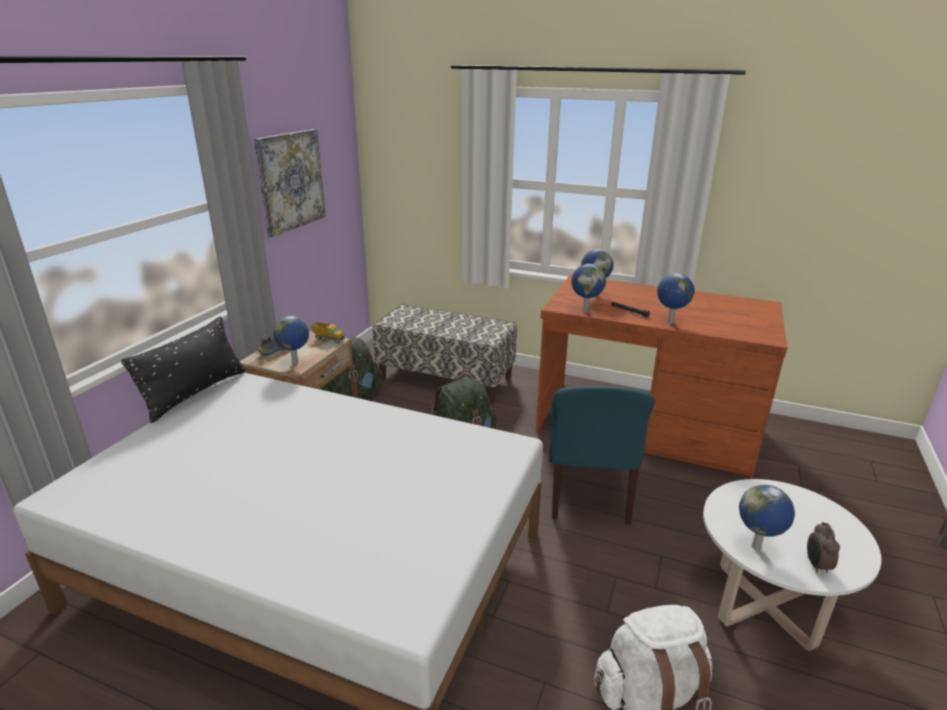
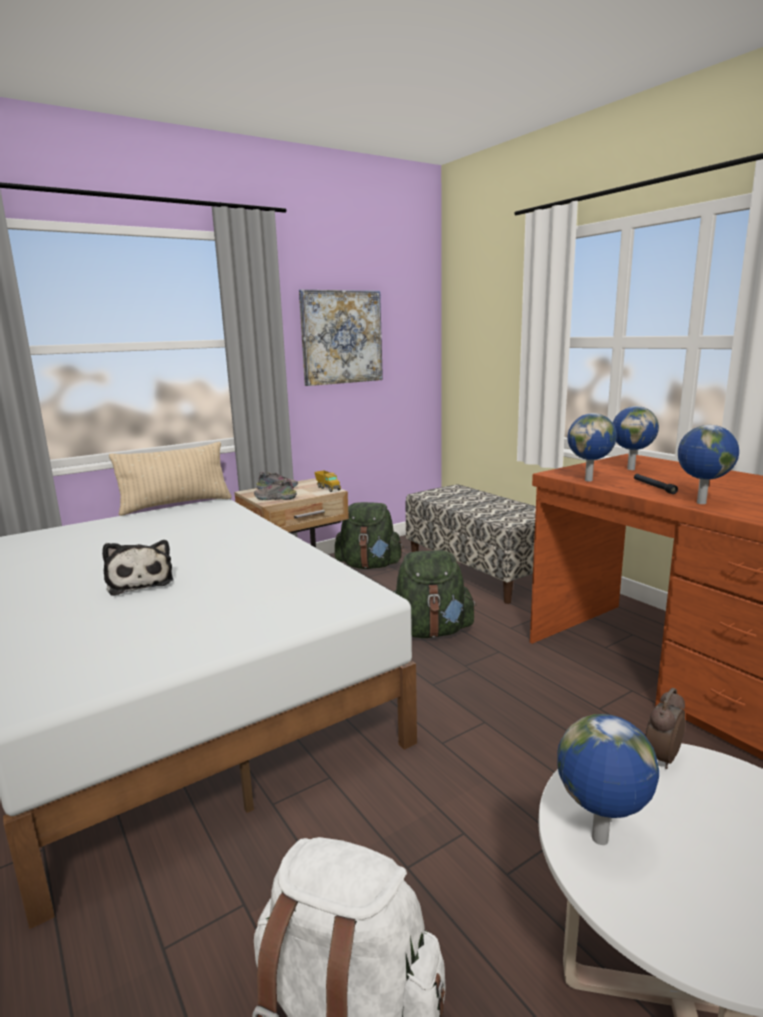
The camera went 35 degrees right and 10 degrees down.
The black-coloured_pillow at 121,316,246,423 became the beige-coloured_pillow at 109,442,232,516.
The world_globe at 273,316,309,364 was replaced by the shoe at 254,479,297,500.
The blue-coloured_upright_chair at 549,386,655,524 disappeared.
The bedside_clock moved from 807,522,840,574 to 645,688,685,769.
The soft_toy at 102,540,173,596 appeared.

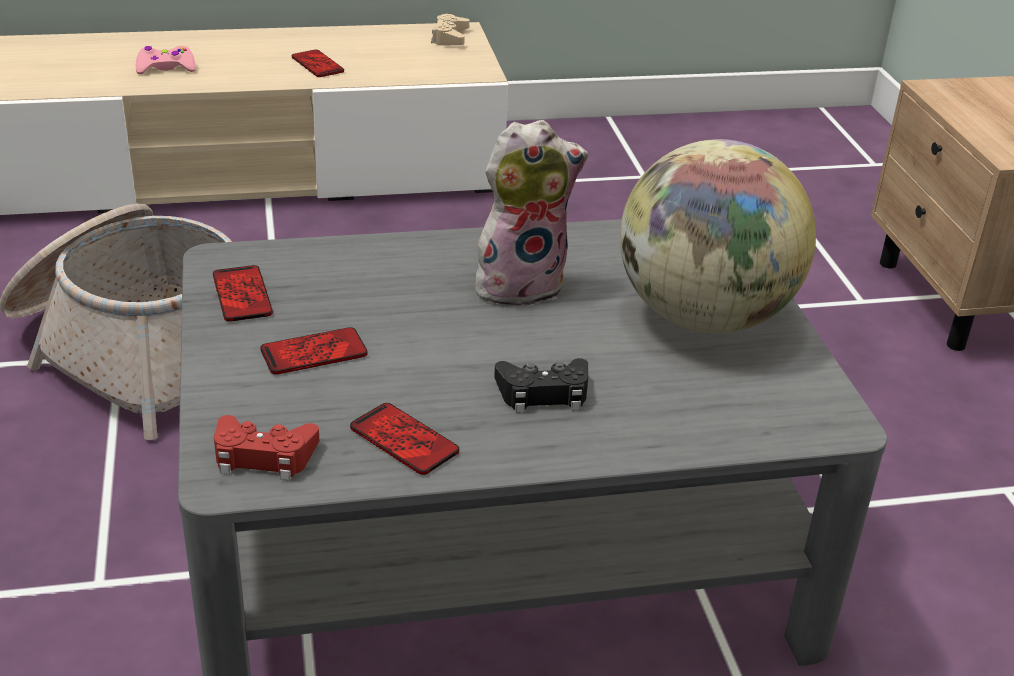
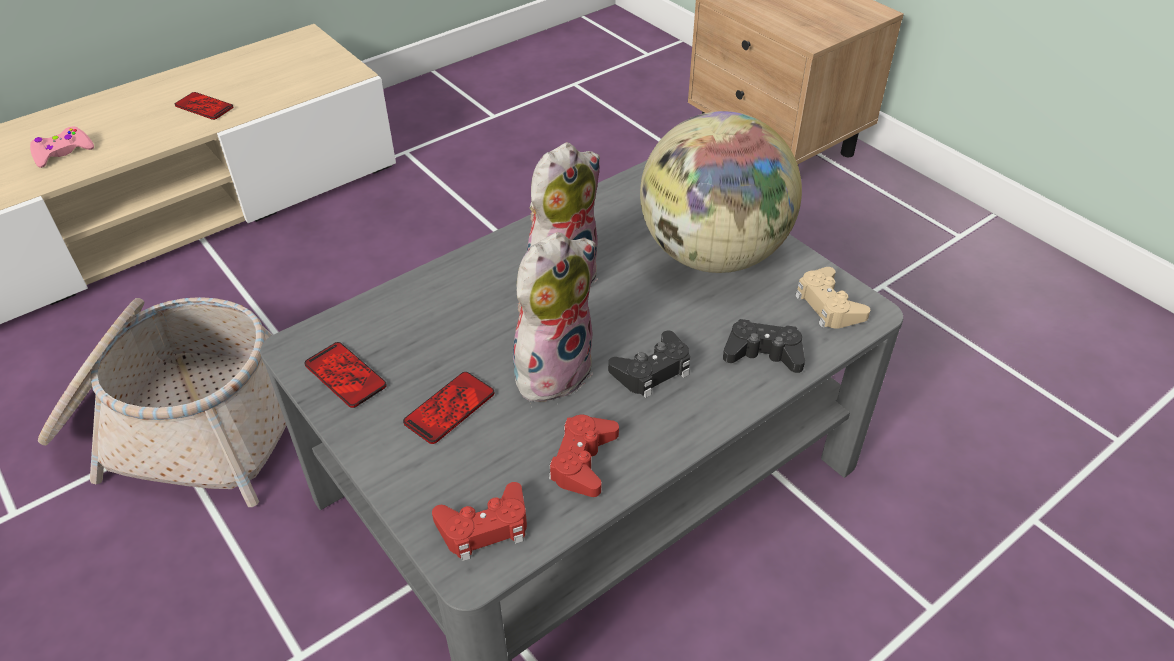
The camera went 25 degrees left and 10 degrees up.
The beige-coloured_joypad moved from 431,14,469,46 to 795,267,870,329.
The handset at 350,403,459,475 was replaced by the red-coloured_joypad at 549,415,619,497.
The soft_toy at 513,232,595,402 appeared.
The black-coloured_joypad at 723,319,805,373 appeared.

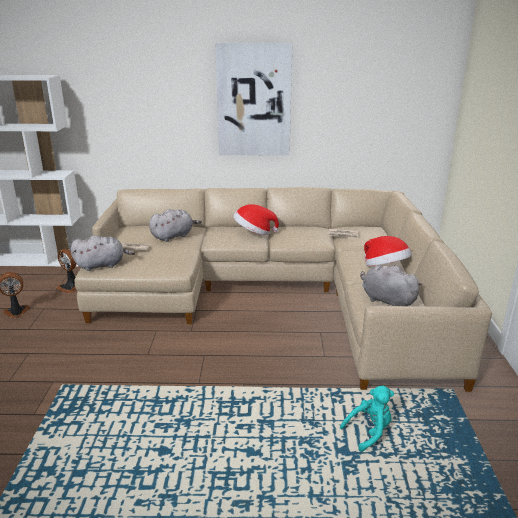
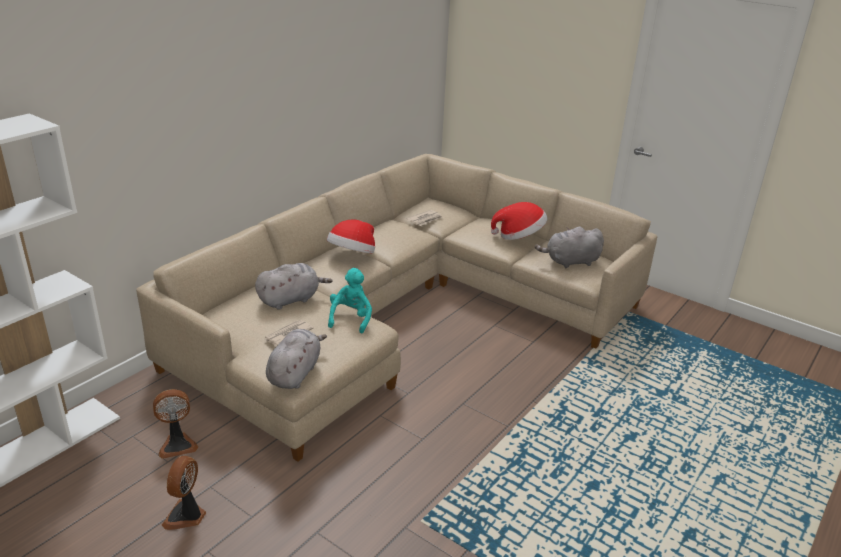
The camera went 55 degrees left and 5 degrees up.
The picture at 215,43,293,156 disappeared.
The gray_soft_toy at 149,209,202,242 turned 60 degrees clockwise.
The blue-green_soft_toy moved from 340,386,394,452 to 328,268,372,333.

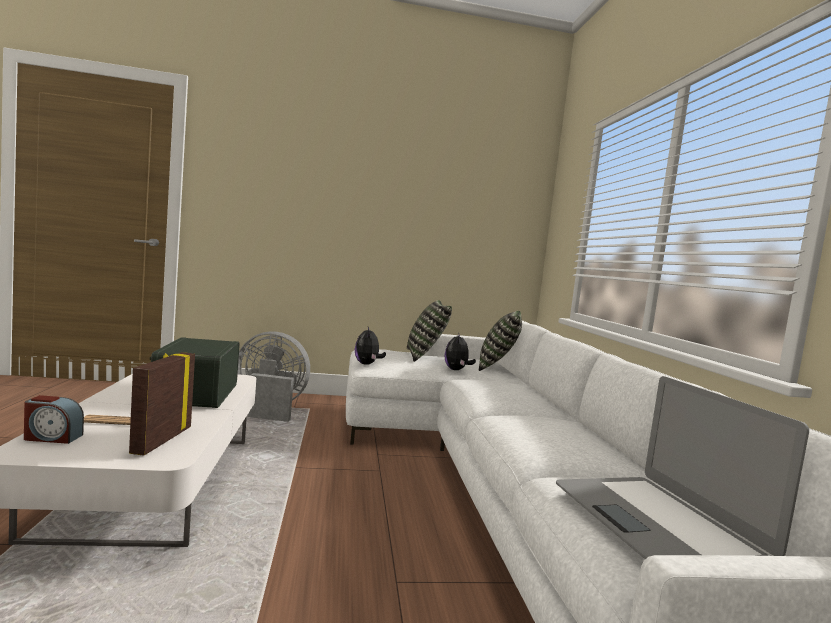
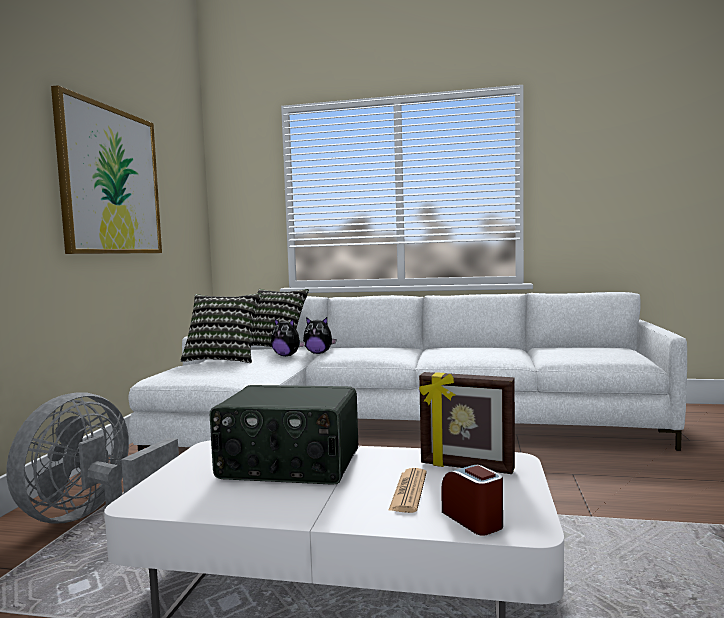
The camera went 70 degrees left and 0 degrees up.
The soft_toy moved from 355,327,386,365 to 303,317,336,354.
The notebook_computer at 556,376,809,559 disappeared.
The bedside_clock at 24,395,84,444 turned 45 degrees counterclockwise.
The picture at 51,85,162,254 appeared.

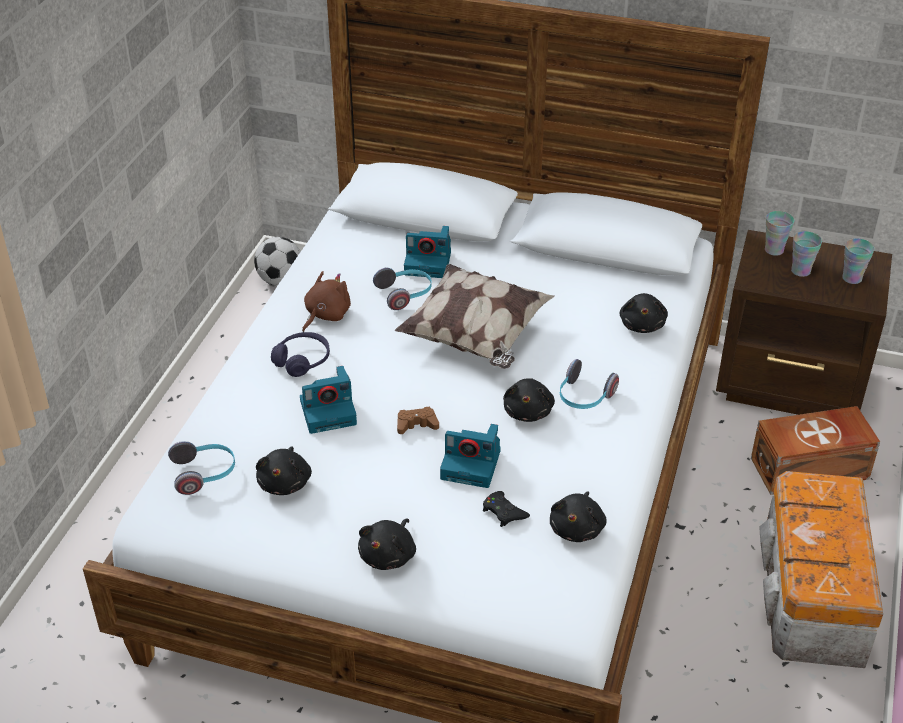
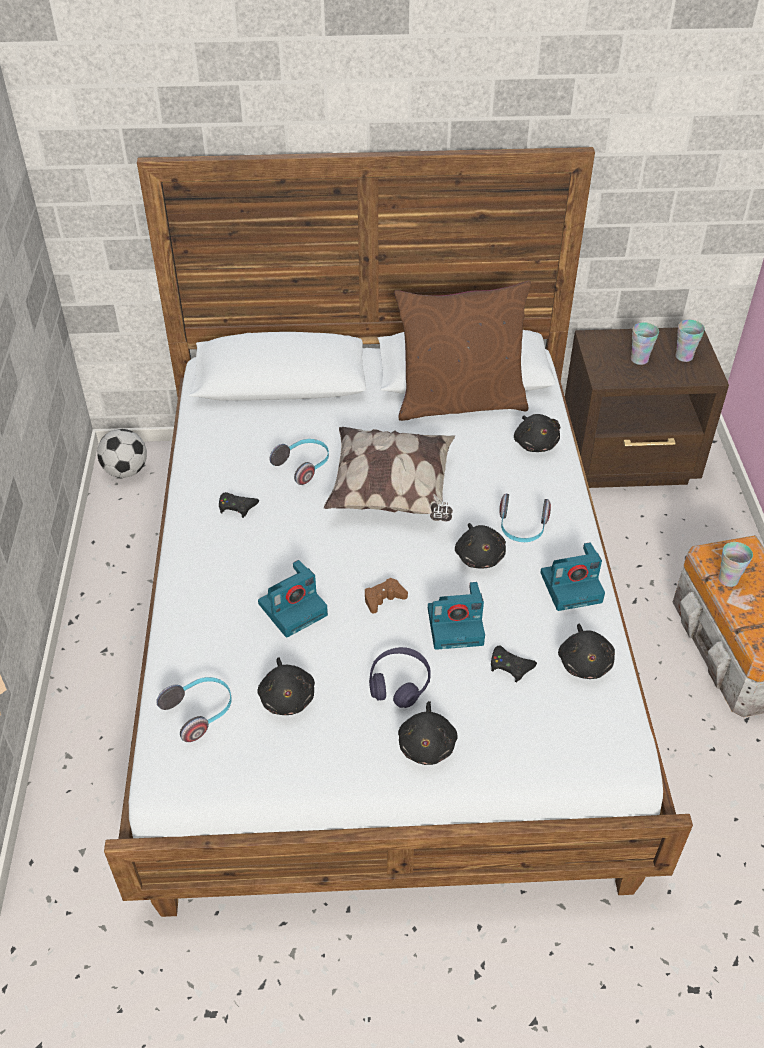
The camera went 20 degrees left and 5 degrees up.
The cup moved from 765,211,794,256 to 718,542,753,587.
The still_camera moved from 404,226,451,278 to 540,542,605,611.
The brownish_soft_toy at 302,271,351,332 was replaced by the black-coloured_joypad at 219,492,259,518.
The purple-coloured_headphones moved from 271,332,330,377 to 369,647,431,708.
The brownish_storage_container at 751,406,880,495 disappeared.
The brownish_pillow at 394,281,531,421 appeared.

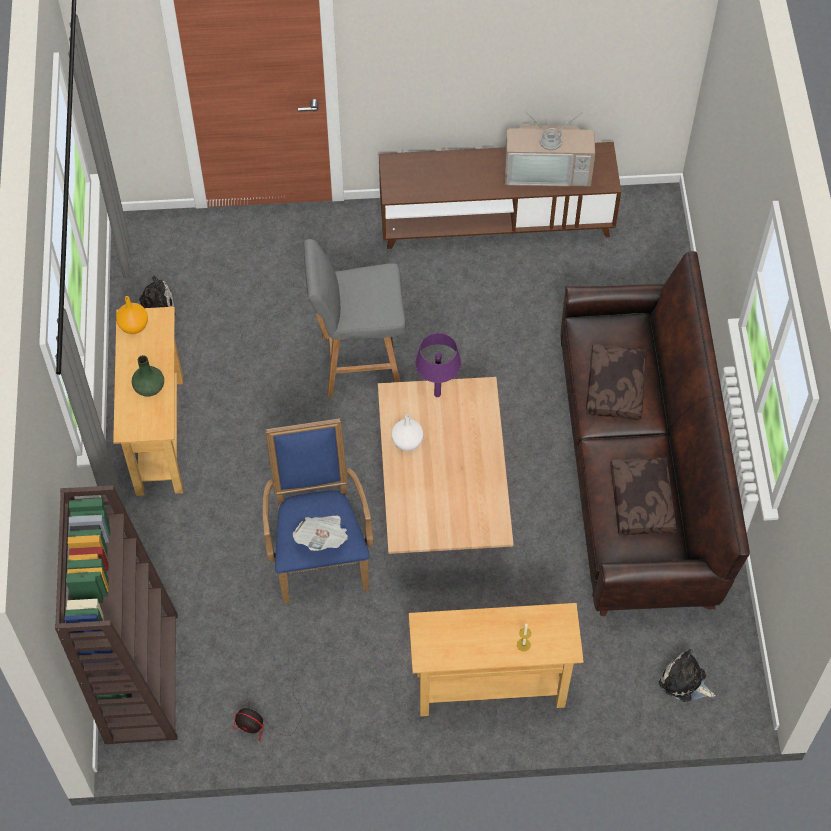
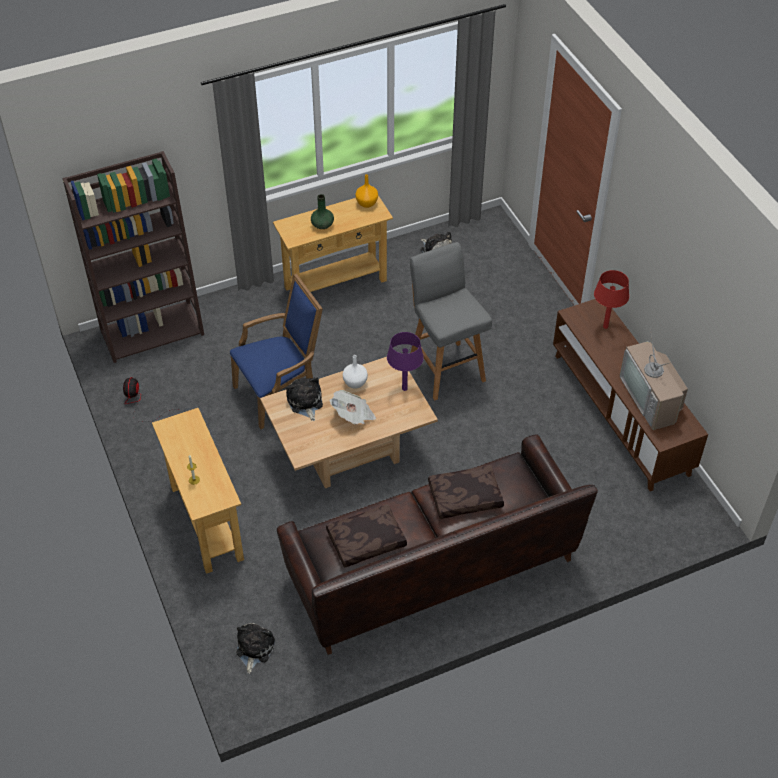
The camera went 70 degrees right and 10 degrees down.
The newspaper moved from 293,515,348,551 to 329,390,376,424.
The red-coloured_table_lamp at 594,270,629,329 appeared.
The soft_toy at 286,377,323,421 appeared.

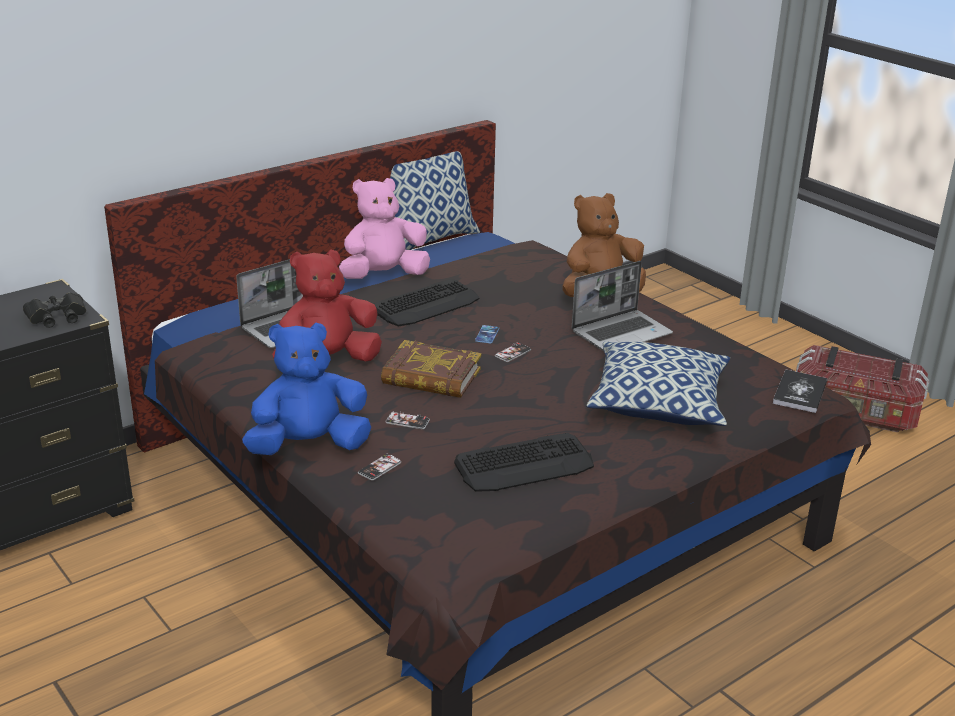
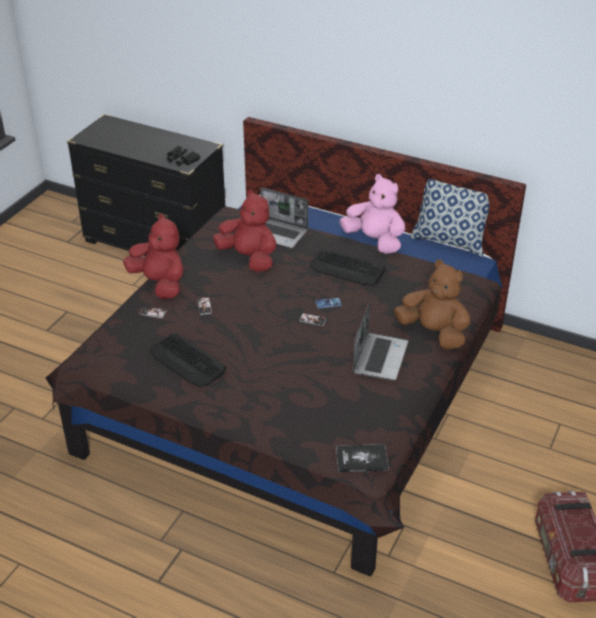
The camera went 65 degrees right and 10 degrees up.
The notebook_computer at 572,261,673,351 turned 105 degrees counterclockwise.
The blue-coloured_soft_toy at 242,322,371,455 became the red-coloured_soft_toy at 123,214,183,299.
The bound_book at 381,340,482,398 disappeared.
The pillow at 587,342,730,426 disappeared.

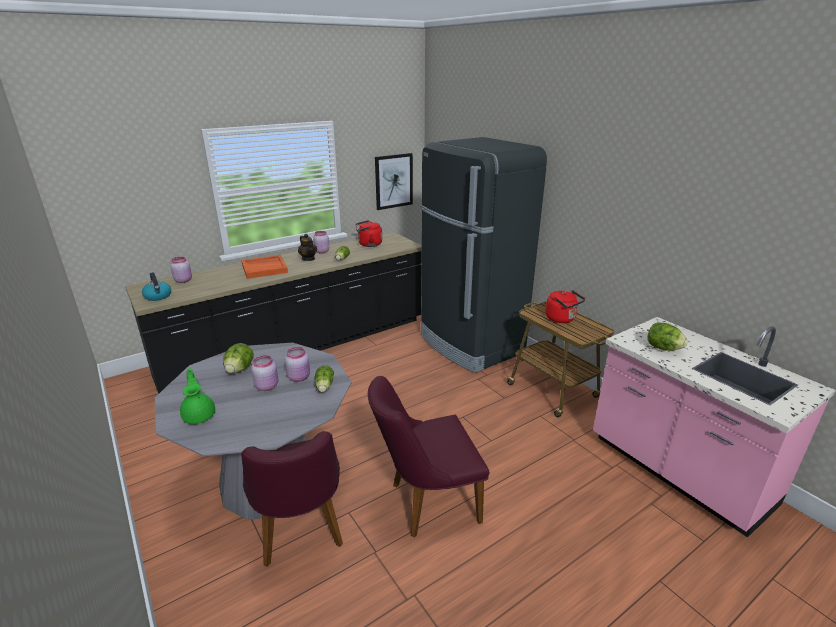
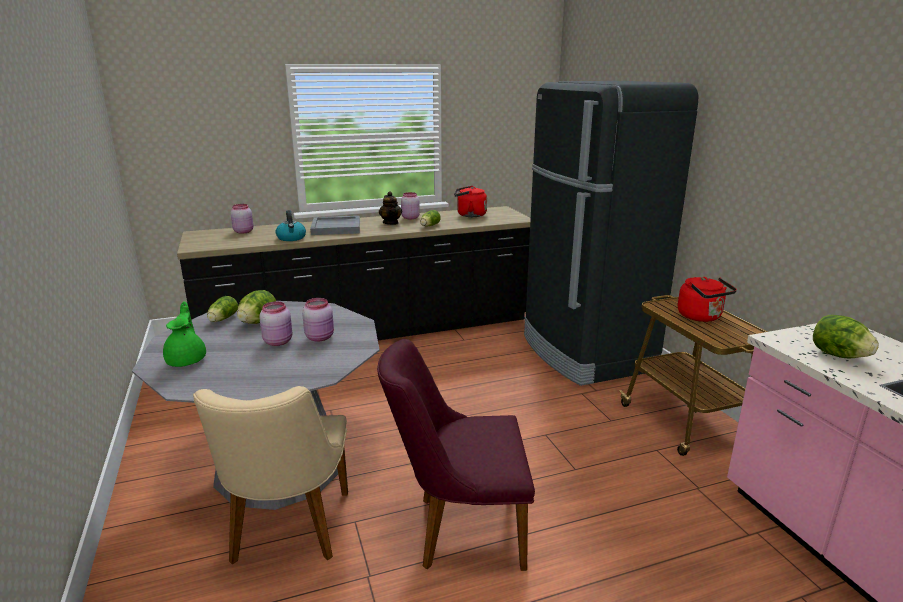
The camera went 15 degrees right and 5 degrees down.
The picture at 375,153,413,210 disappeared.
The orange_serving_tray at 242,255,288,279 became the gray_serving_tray at 310,216,360,235.
The tea_kettle moved from 142,272,171,301 to 276,210,306,241.
The lettuce_head moved from 315,365,334,392 to 207,296,238,322.
The purple-coloured_upright_chair at 241,431,343,567 became the beige-coloured_upright_chair at 193,386,348,564.

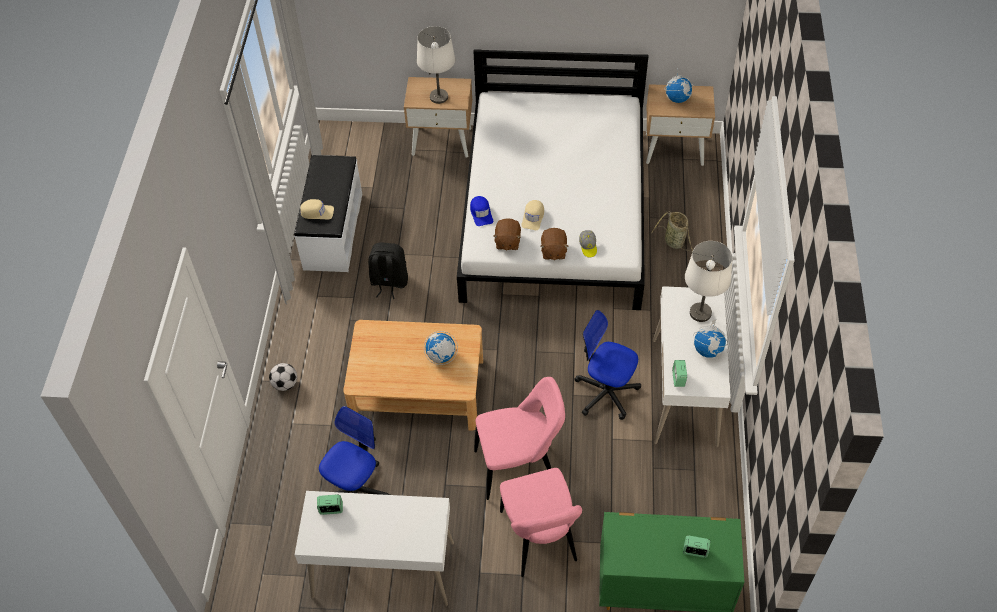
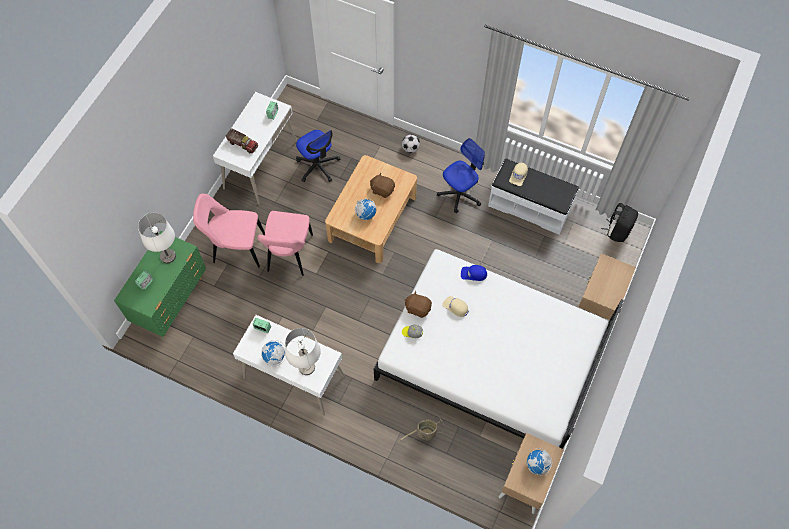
The camera went 110 degrees right and 10 degrees up.
The white-coloured_table_lamp moved from 417,26,455,104 to 138,213,176,263.
The brownish_soft_toy moved from 493,218,521,251 to 370,172,395,198.
The black-coloured_knapsack moved from 368,242,408,299 to 601,203,638,242.
The desk_chair moved from 574,310,641,420 to 437,138,485,213.
The toy_lorry at 226,128,258,153 appeared.

